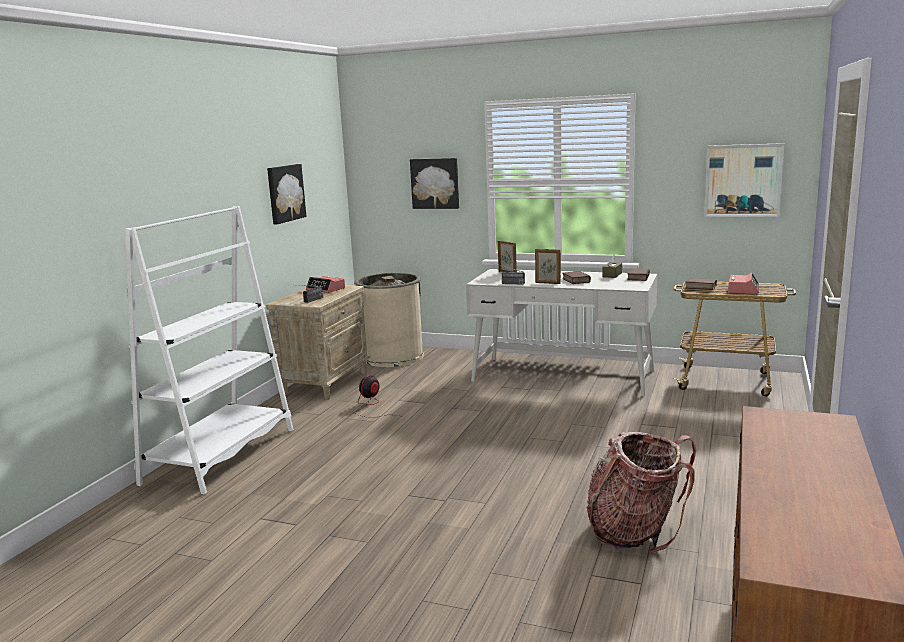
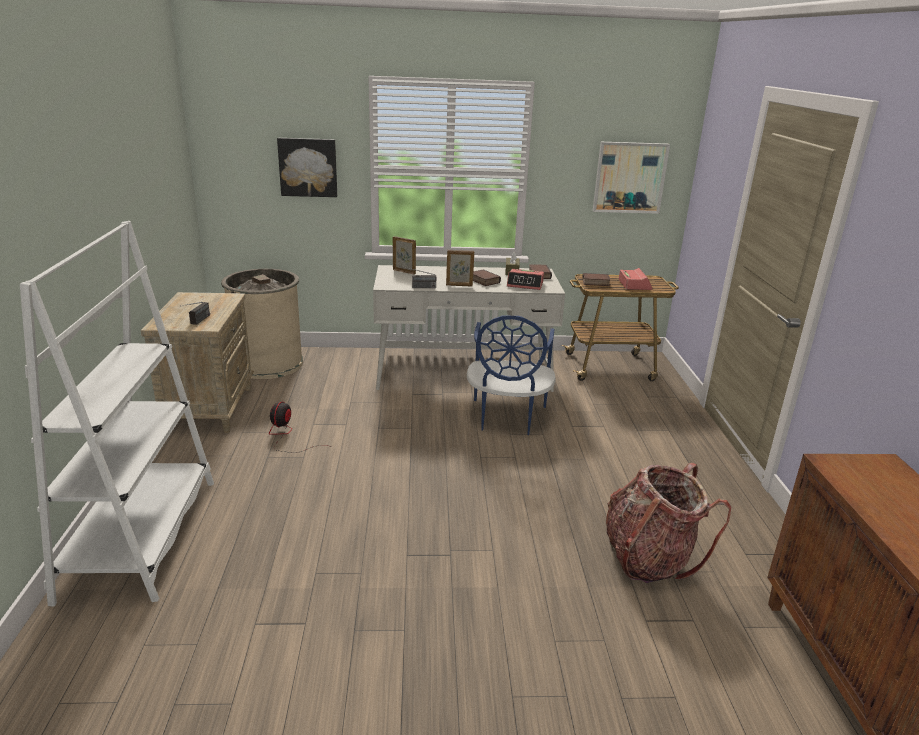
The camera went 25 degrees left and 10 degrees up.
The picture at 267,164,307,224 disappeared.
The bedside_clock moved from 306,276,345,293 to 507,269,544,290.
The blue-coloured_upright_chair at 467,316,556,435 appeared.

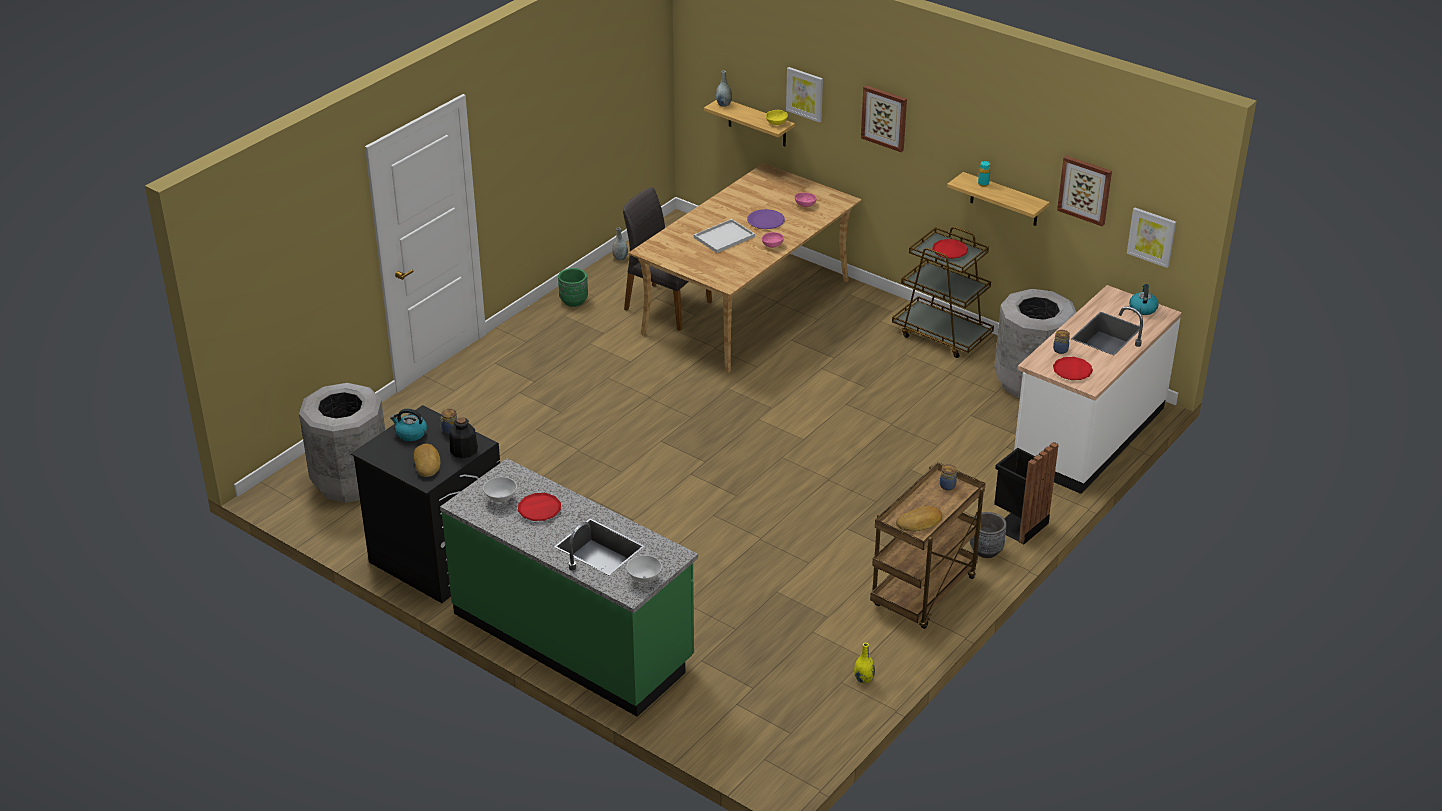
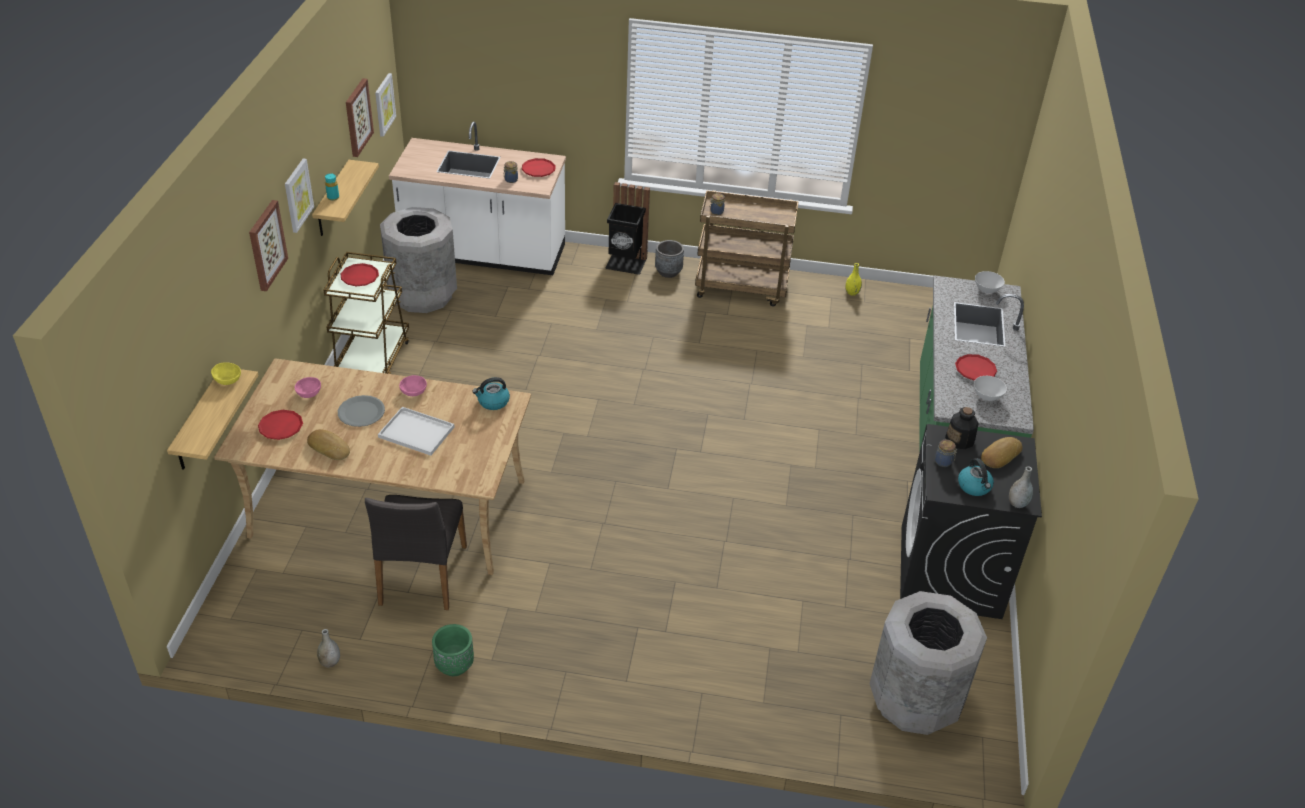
The camera went 120 degrees left and 5 degrees up.
The picture moved from 786,67,823,123 to 285,158,314,233.
The gray_vase moved from 716,71,732,107 to 1009,466,1033,508.
The purple-coloured_dinner_plate at 747,209,785,229 became the gray_dinner_plate at 338,395,385,427.
The tea_kettle moved from 1129,284,1159,315 to 472,377,510,410.
The bread moved from 896,506,943,531 to 307,429,350,460.
The red-coloured_dinner_plate at 258,410,303,440 appeared.

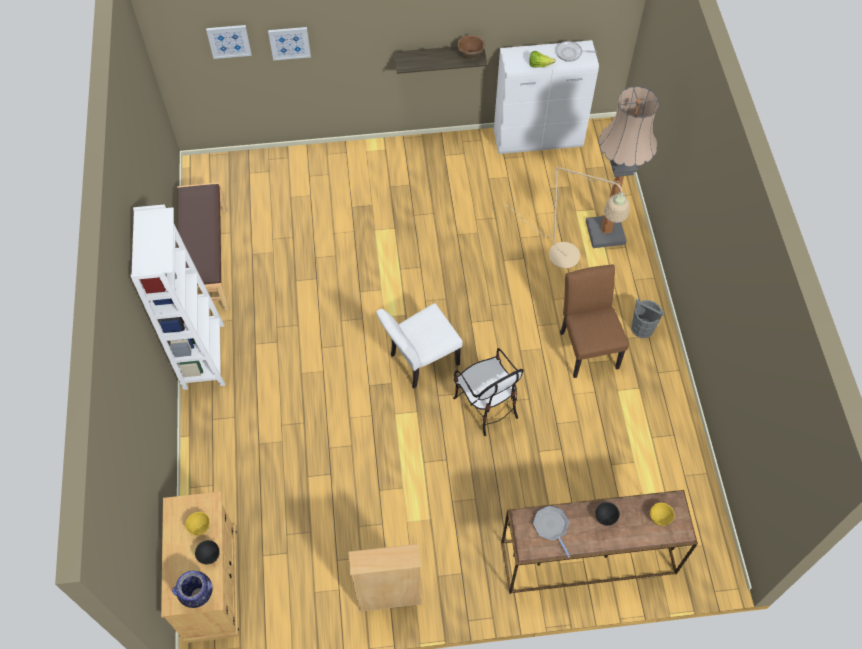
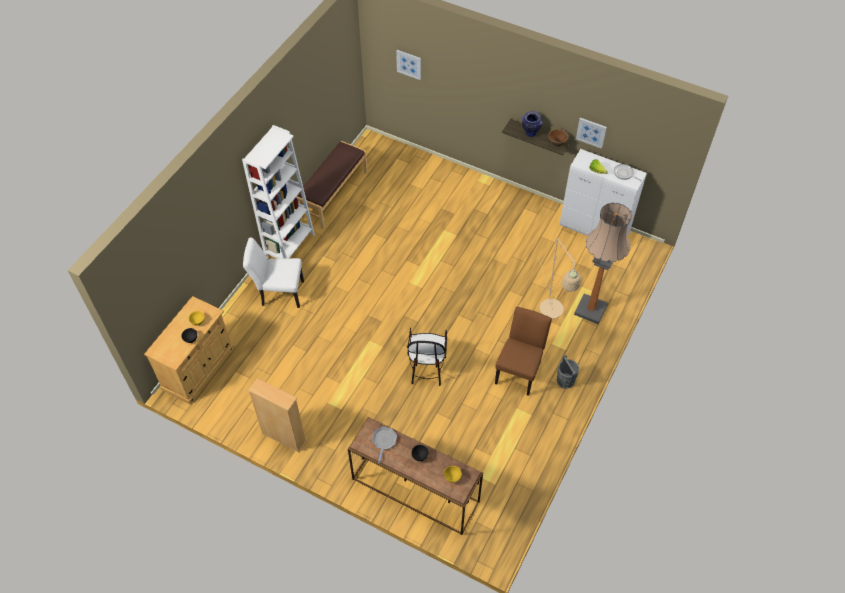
The camera went 35 degrees right and 5 degrees down.
The picture moved from 268,27,311,61 to 576,118,607,149.
The white-coloured_upright_chair moved from 376,303,463,389 to 243,238,304,308.
The vase moved from 172,571,212,608 to 522,111,543,137.

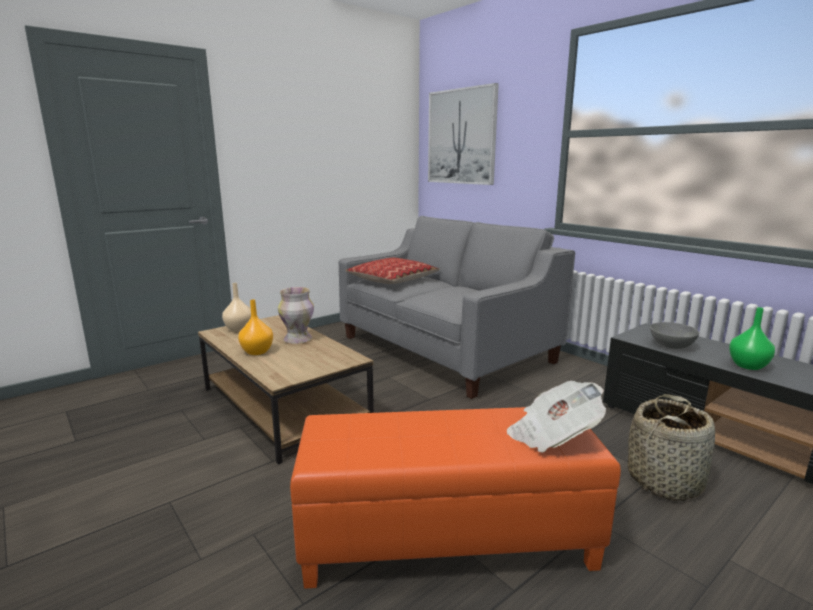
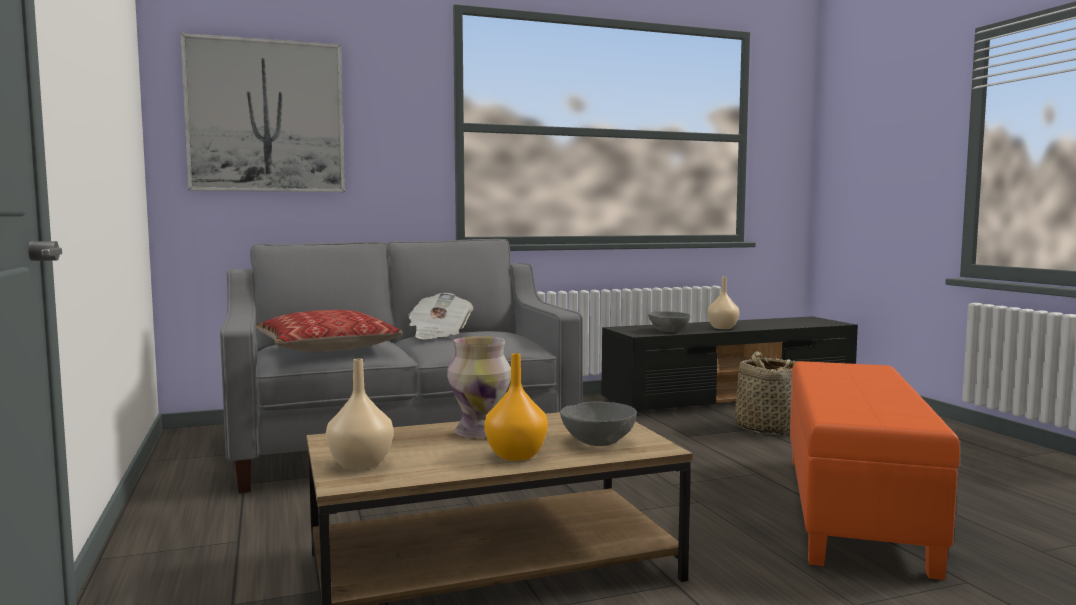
The camera went 70 degrees left and 10 degrees down.
The green_vase at 729,307,775,370 became the beige-coloured_vase at 707,277,740,329.
The newspaper moved from 507,381,606,453 to 408,293,473,339.
The gray_serving_bowl at 560,401,637,446 appeared.

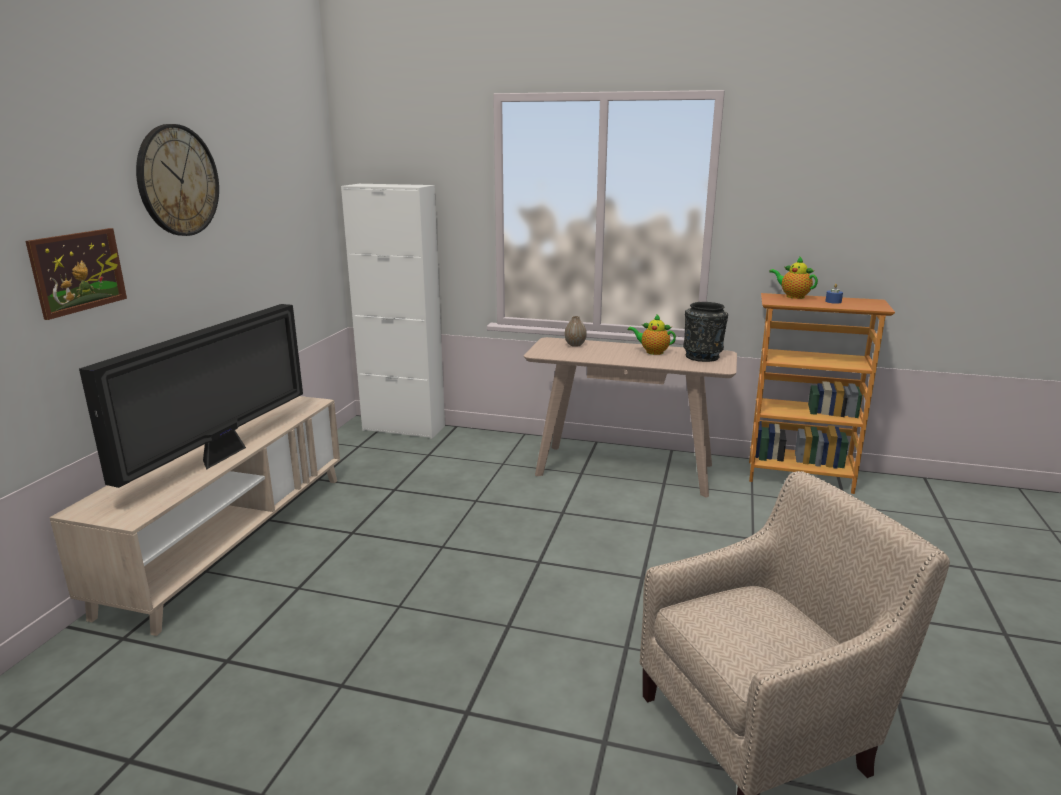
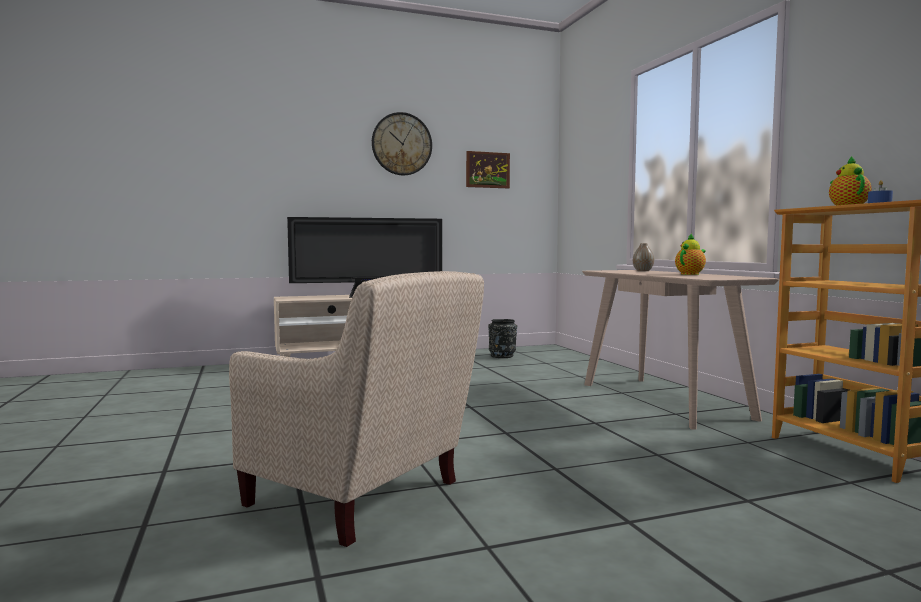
The camera went 55 degrees right and 15 degrees down.
The white-coloured_cupboard at 341,184,445,439 disappeared.
The picture moved from 25,228,127,320 to 466,151,510,188.
The black-coloured_vase moved from 683,302,728,362 to 488,319,517,358.
The teapot at 628,314,676,355 turned 60 degrees clockwise.

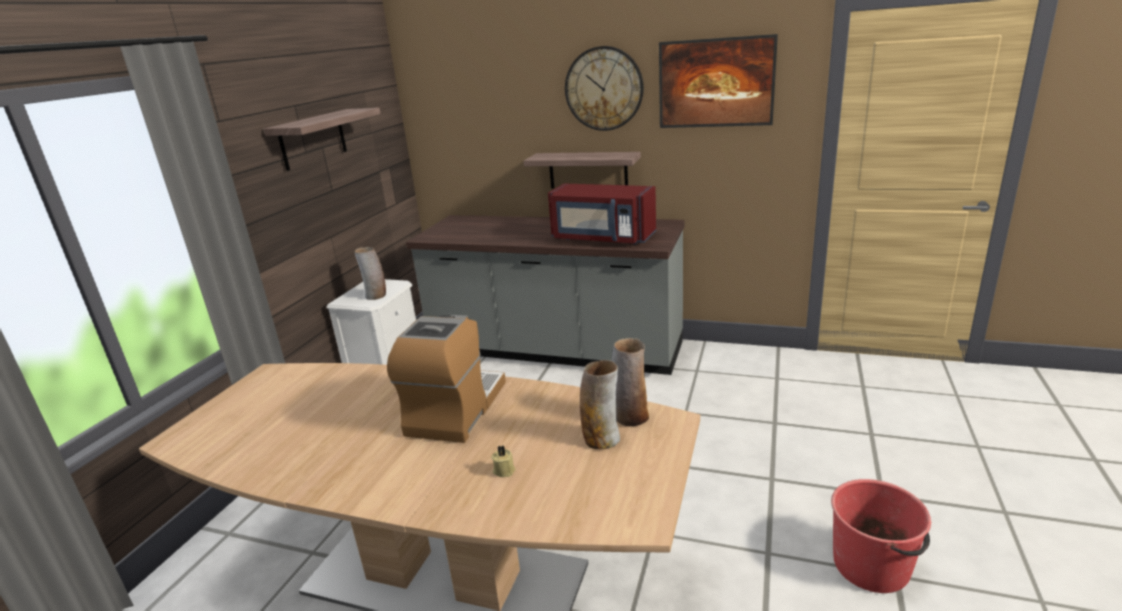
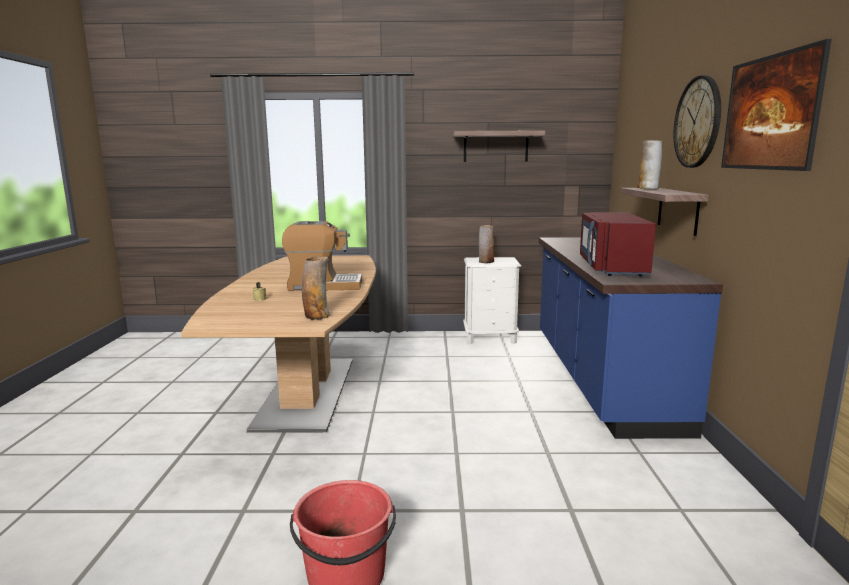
The camera went 70 degrees right and 10 degrees down.
The gray_kitchen_base_unit at 406,215,685,375 became the blue-coloured_kitchen_base_unit at 539,237,723,439.
The vase moved from 580,360,620,449 to 637,140,662,189.

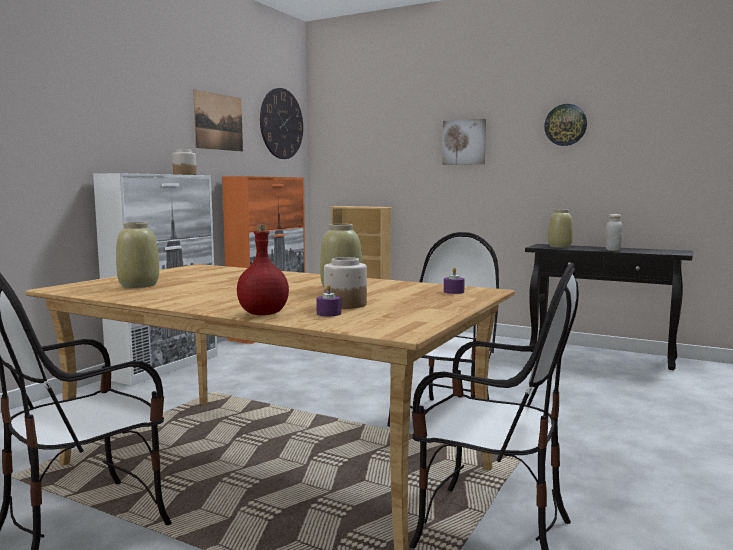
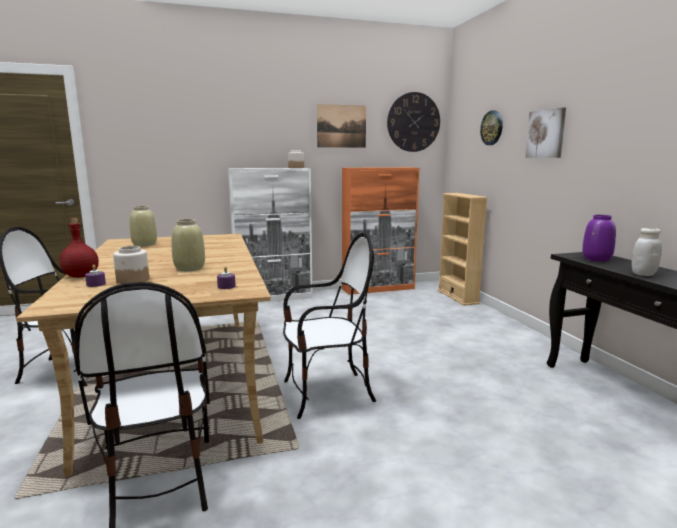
The camera went 45 degrees right and 5 degrees up.
The wall_clock moved from 544,104,587,146 to 480,110,503,145.
The beige-coloured_vase at 548,209,573,248 became the purple-coloured_vase at 582,215,616,261.

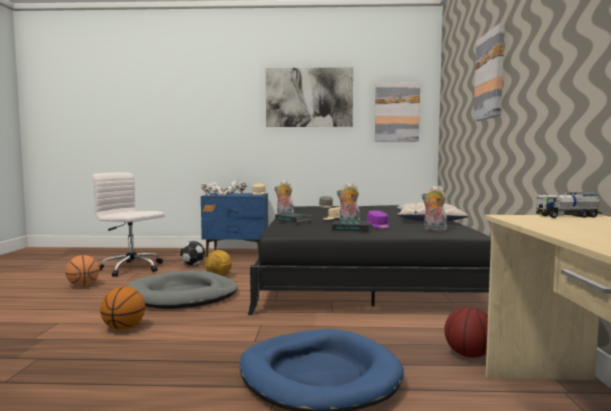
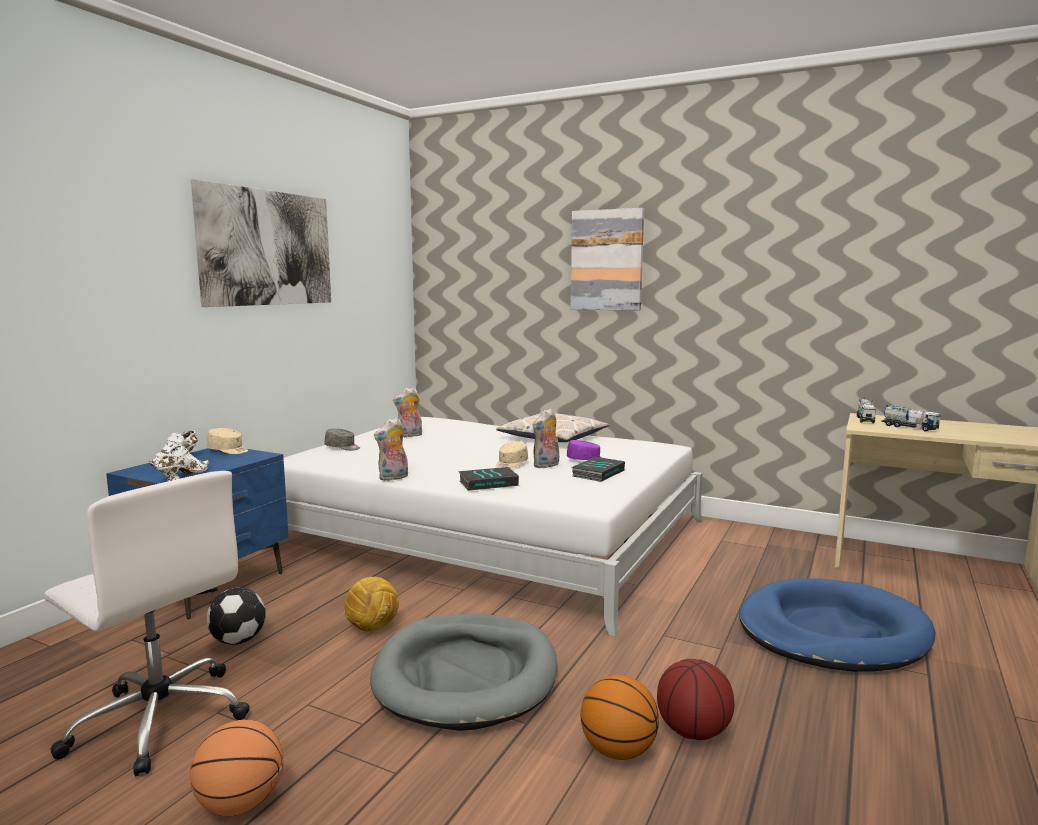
The camera went 65 degrees left and 5 degrees up.
The picture at 375,82,420,142 disappeared.
The white-coloured_desk_chair at 93,172,165,277 turned 105 degrees counterclockwise.
The soft_toy moved from 422,186,447,231 to 393,387,422,437.
The black-coloured_bed at 248,205,491,315 became the white-coloured_bed at 284,417,703,637.
The basketball moved from 444,307,488,358 to 657,659,735,740.
The toy_lorry at 881,405,941,432 appeared.

